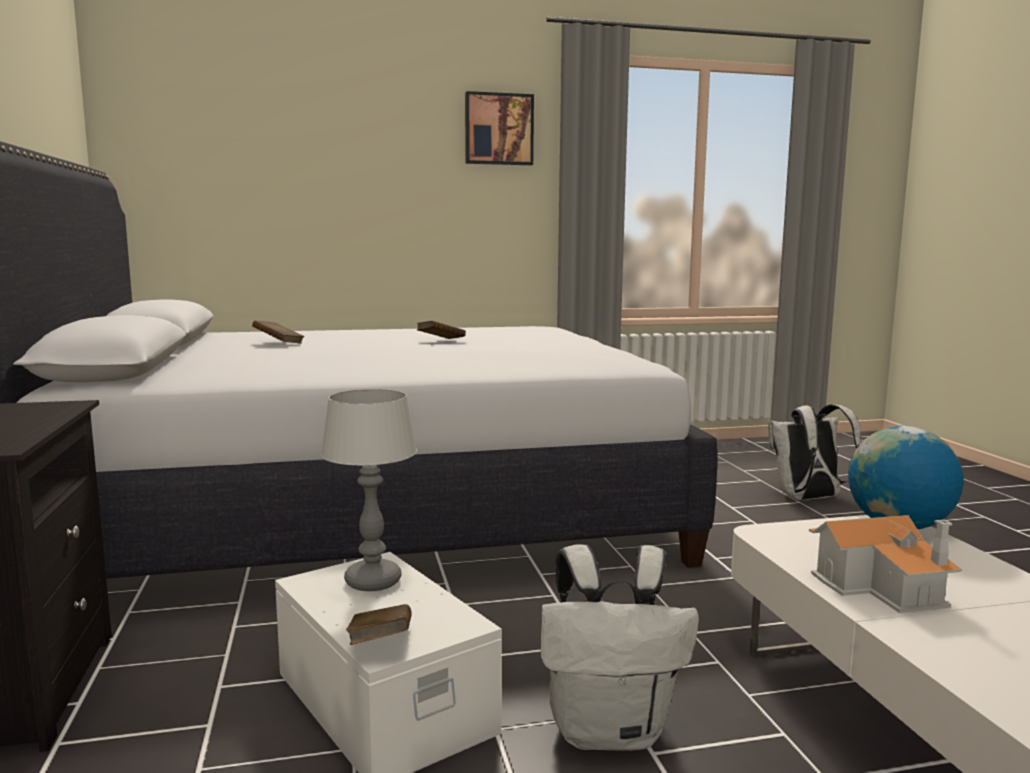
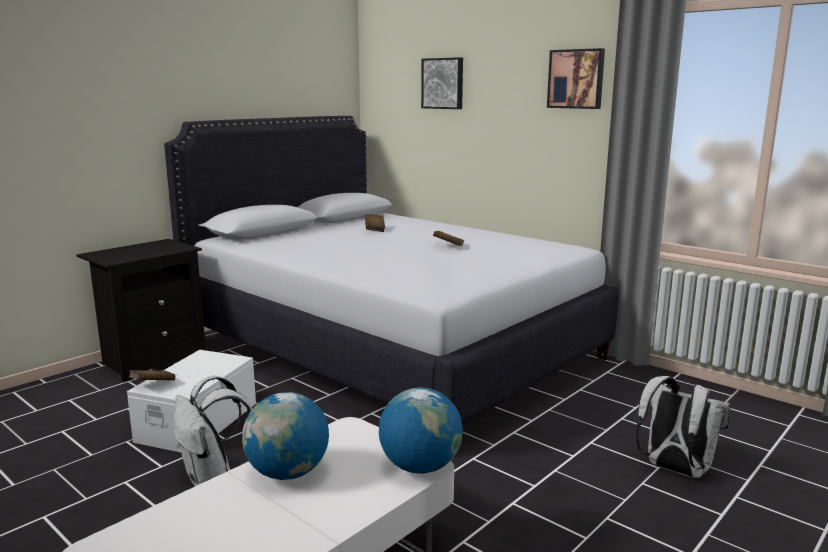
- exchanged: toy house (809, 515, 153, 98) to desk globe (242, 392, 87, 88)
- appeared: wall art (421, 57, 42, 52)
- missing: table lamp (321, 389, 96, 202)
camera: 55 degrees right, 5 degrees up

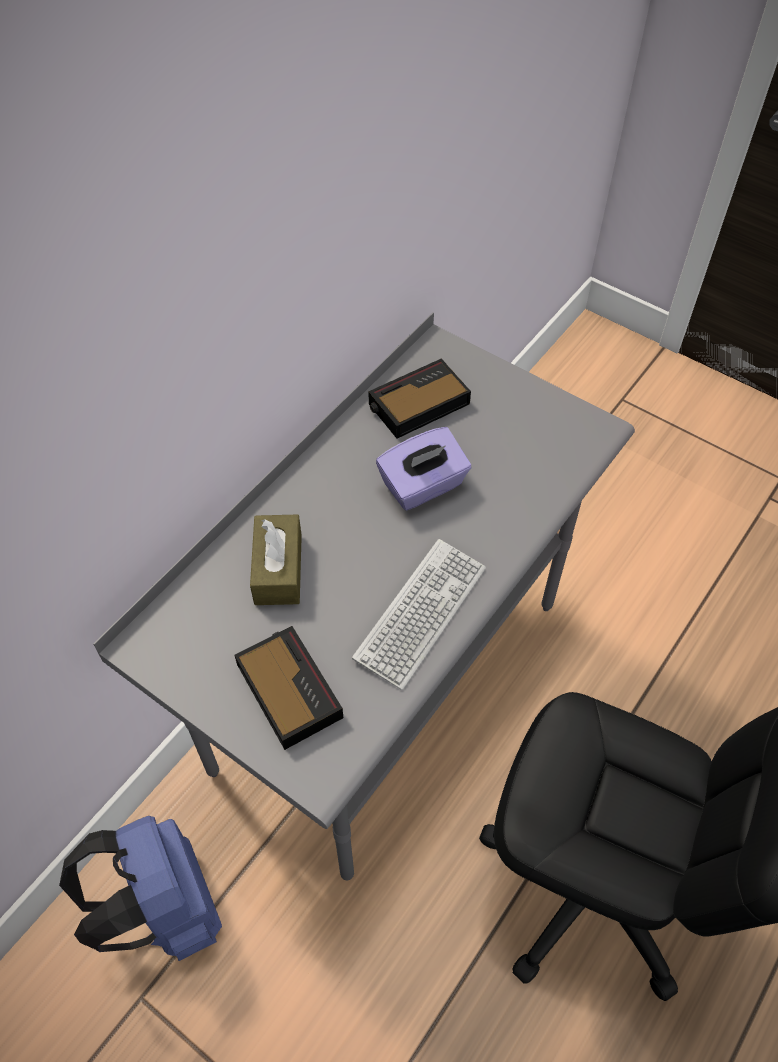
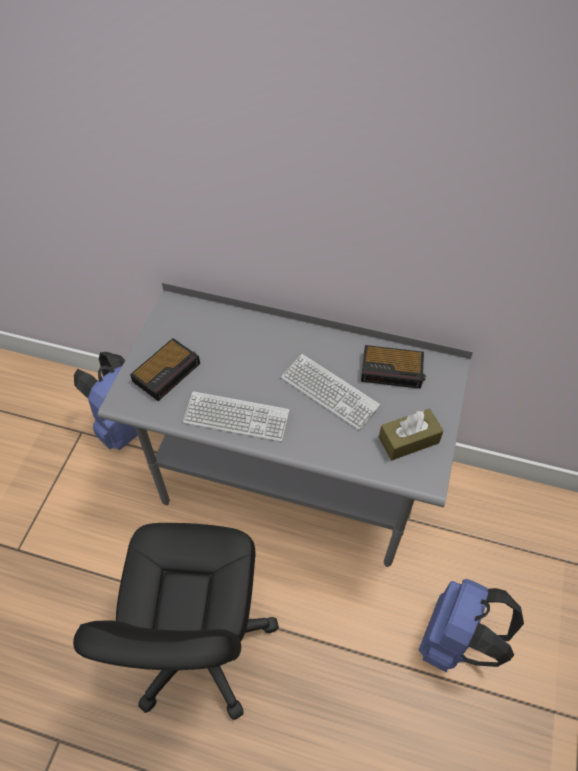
- exchanged: purplish tissue box (376, 427, 95, 83) to PC keyboard (281, 354, 99, 76)
- spun: alarm clock (368, 358, 103, 80) = (361, 345, 65, 44) 150 degrees clockwise
- relocated: brown tissue box (250, 515, 52, 90) to (379, 409, 64, 51)
- appeared: blue knapsack (419, 579, 105, 93)
camera: 70 degrees right, 0 degrees up

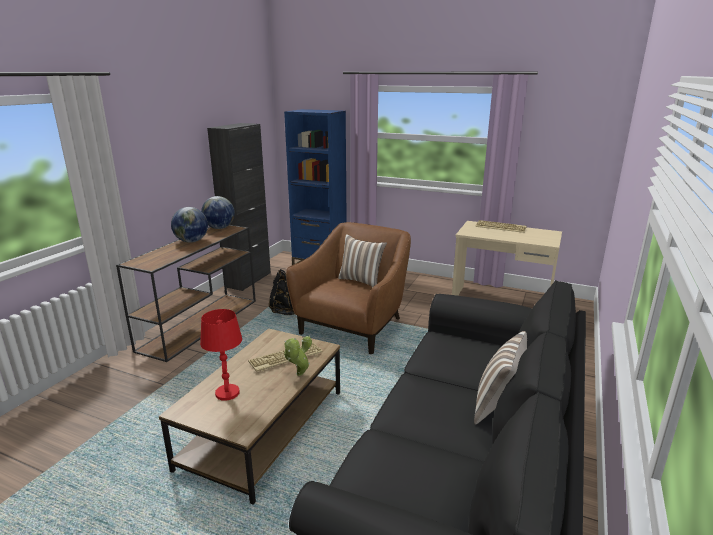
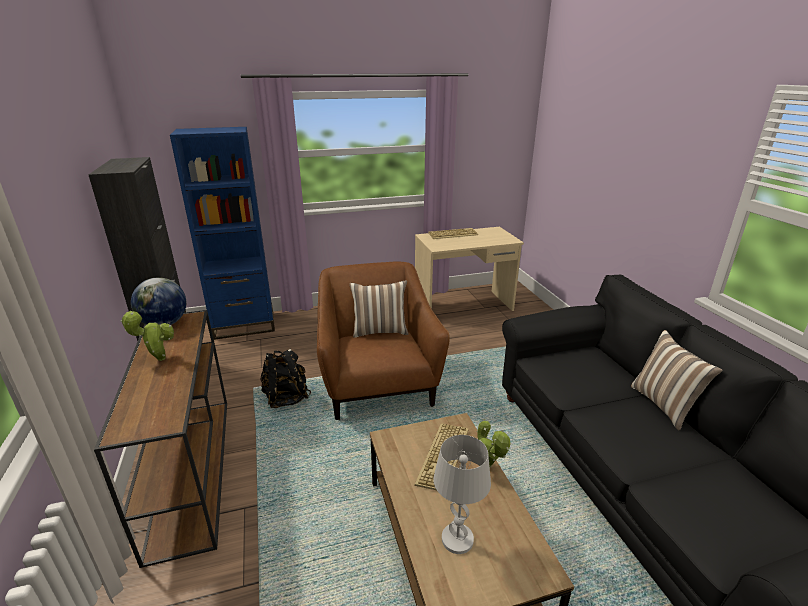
- exchanged: desk globe (171, 207, 37, 36) to potted plant (120, 311, 54, 50)
- colour: reddish table lamp (200, 309, 42, 92) to whitish table lamp (433, 435, 58, 119)
camera: 40 degrees left, 5 degrees up

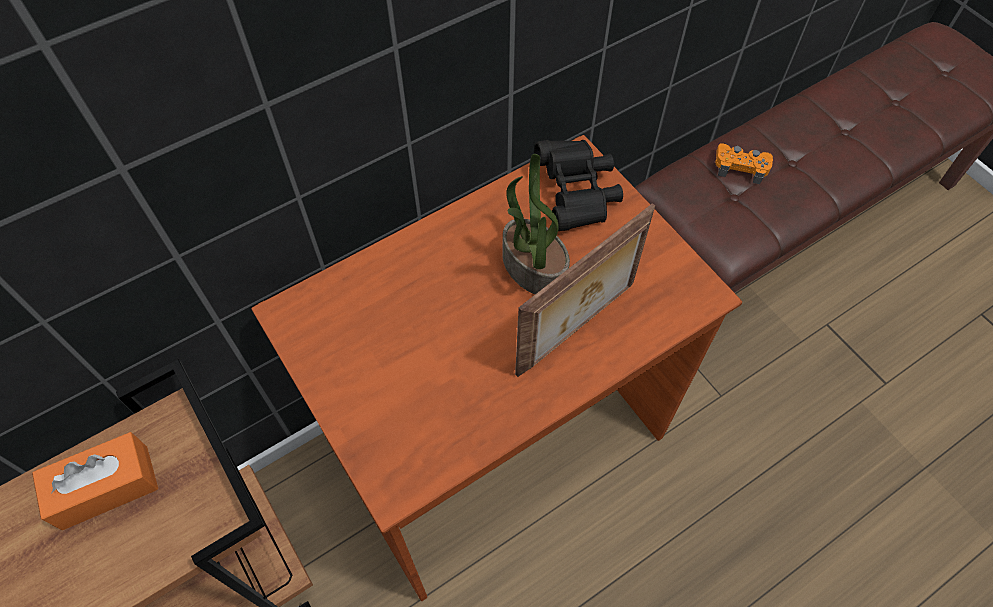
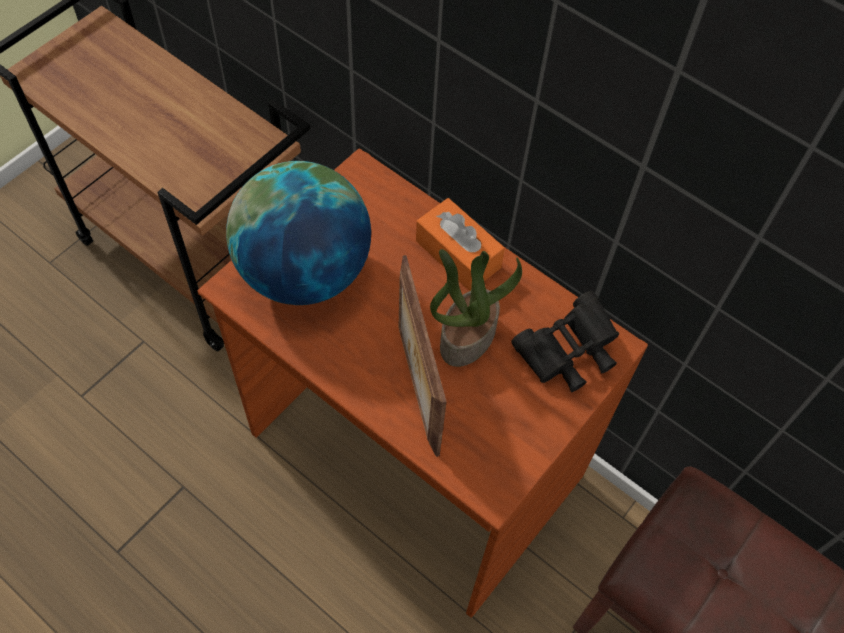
- appeared: desk globe (226, 161, 145, 144)
- spun: photo frame (515, 203, 140, 174) = (398, 255, 49, 202) 45 degrees clockwise
- relocated: orange tissue box (32, 432, 126, 98) to (416, 198, 89, 93)
- missing: orange gamepad (715, 143, 58, 41)
camera: 70 degrees right, 0 degrees up

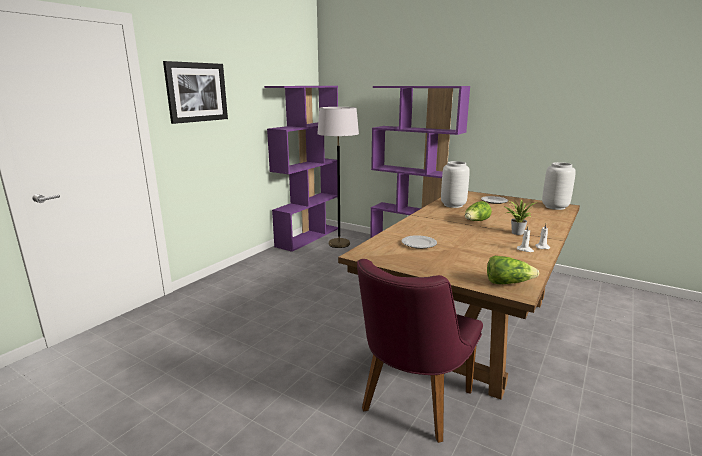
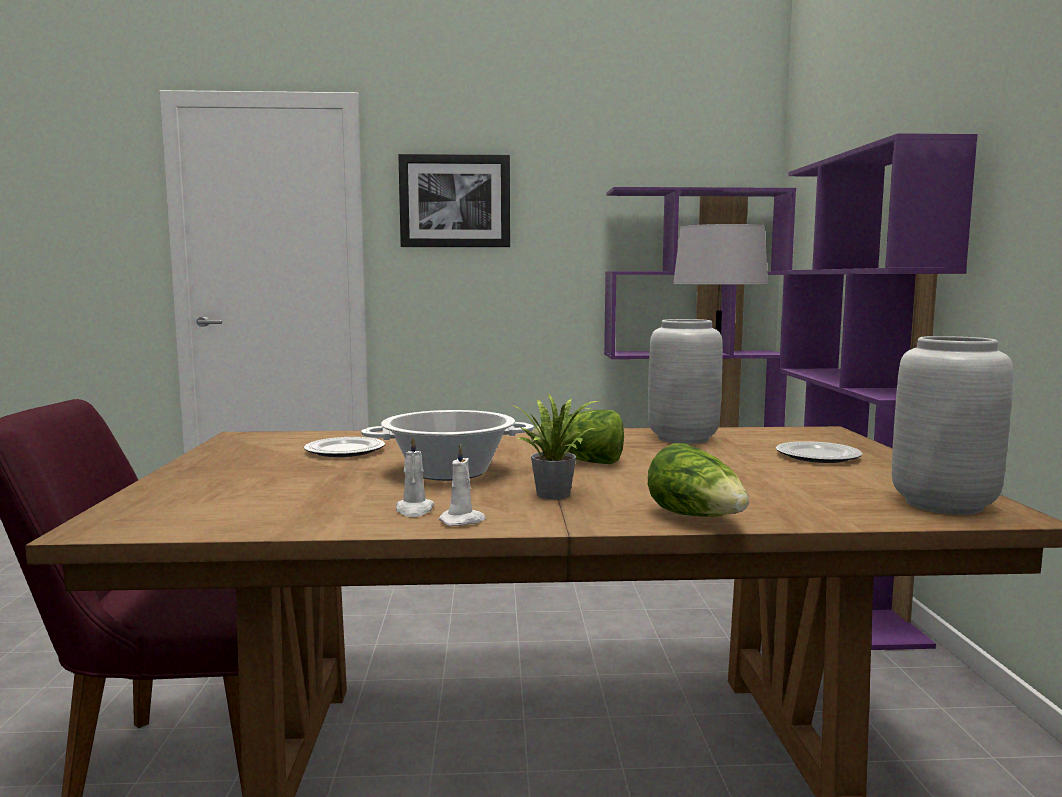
- appeared: cooking pot (361, 410, 173, 71)
- relocated: lettuce head (487, 256, 52, 28) to (648, 443, 101, 74)
camera: 55 degrees right, 10 degrees down

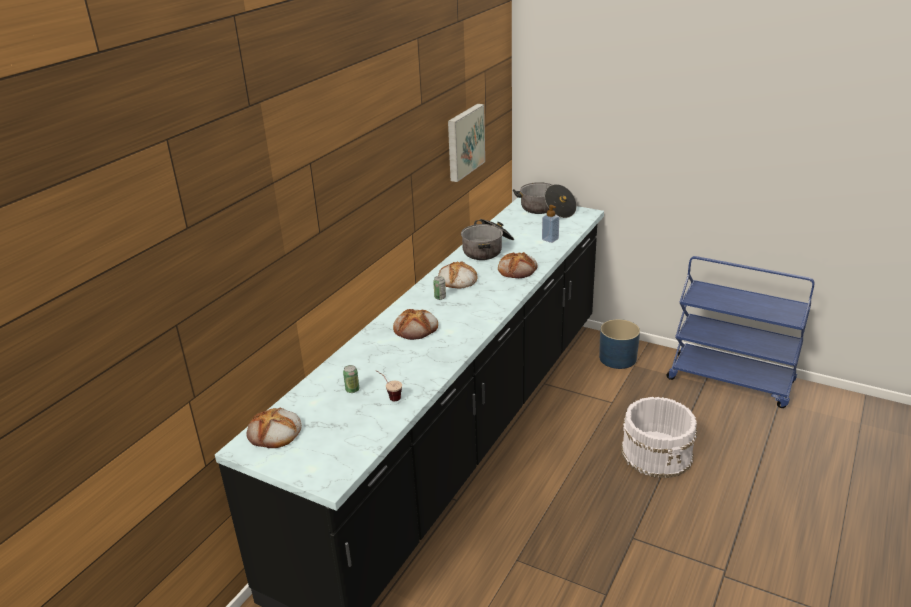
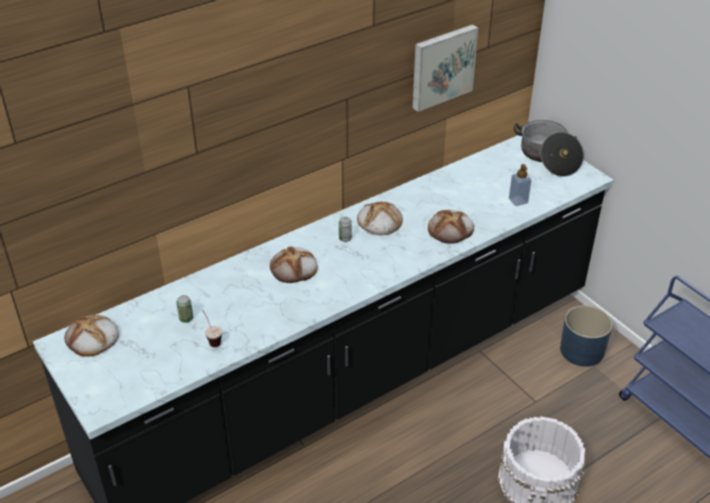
- missing: cooking pot (461, 219, 53, 41)
camera: 25 degrees right, 10 degrees up

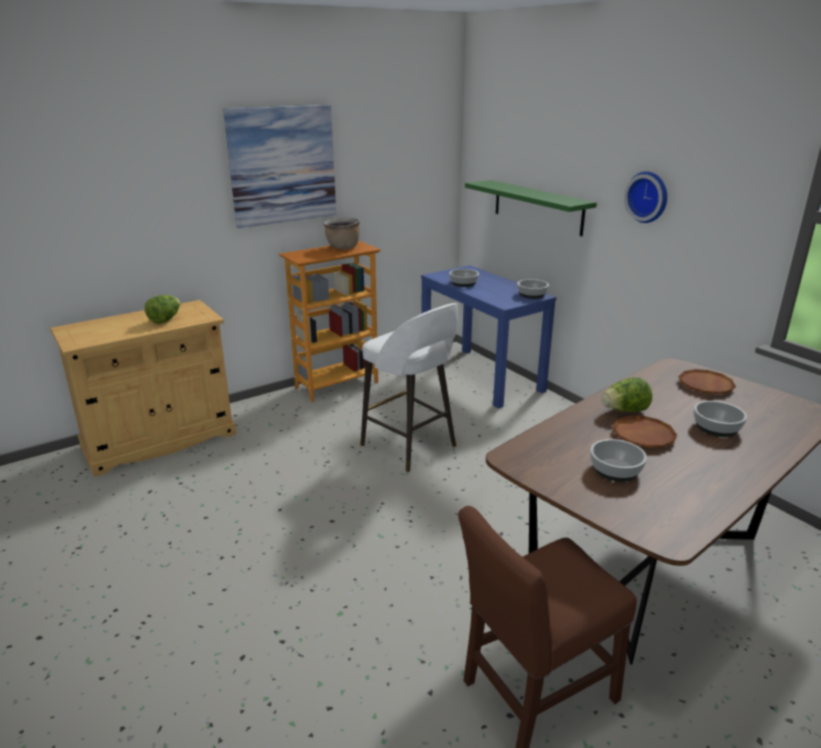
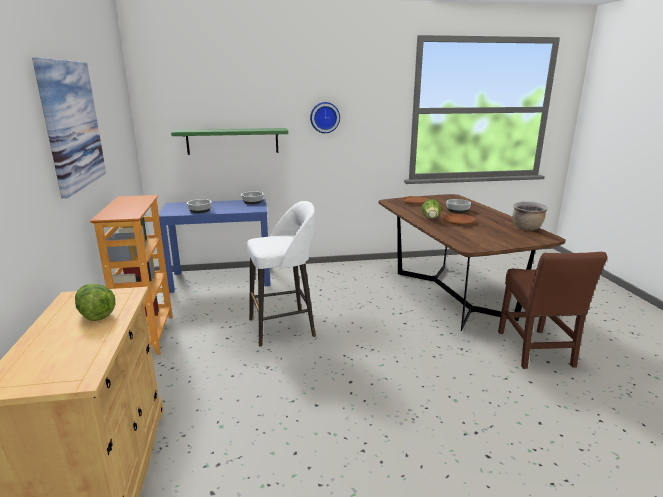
- relocated: brown cooking pot (323, 218, 37, 31) to (513, 202, 35, 28)
- missing: bowl (590, 439, 57, 43)
camera: 65 degrees left, 5 degrees down

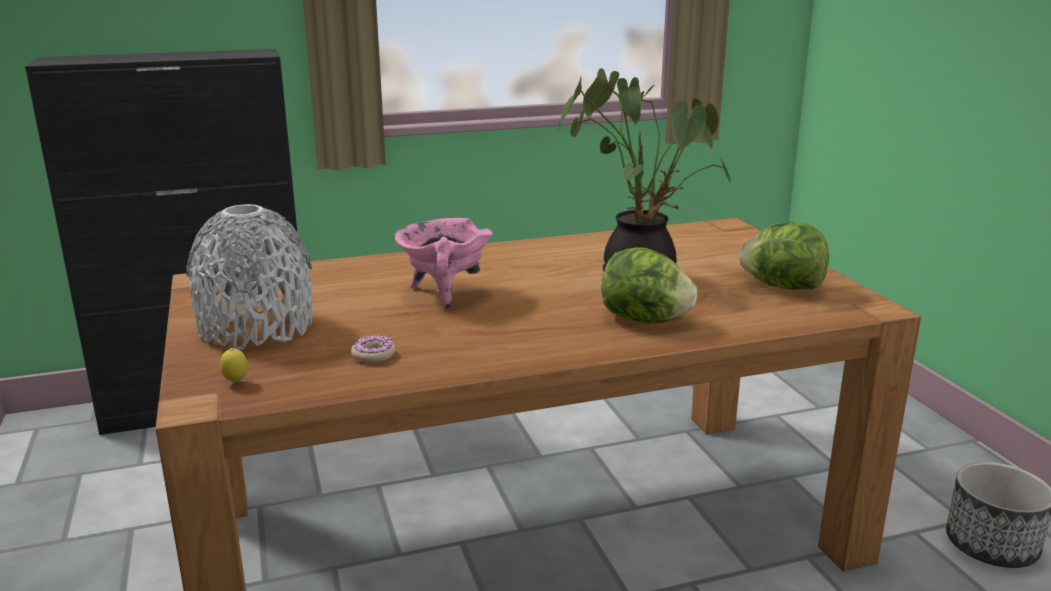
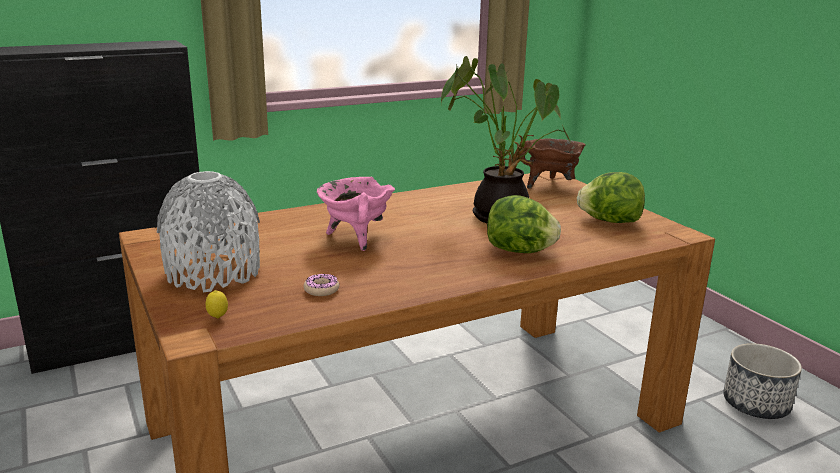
- appeared: brown cooking pot (520, 138, 66, 51)
camera: 10 degrees left, 0 degrees up

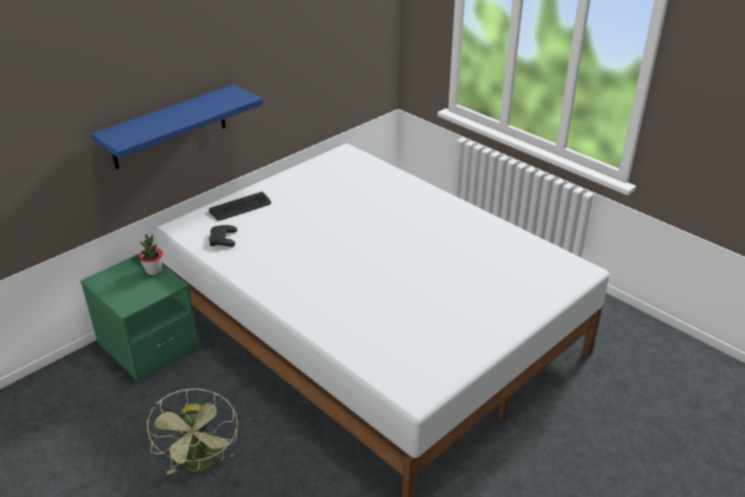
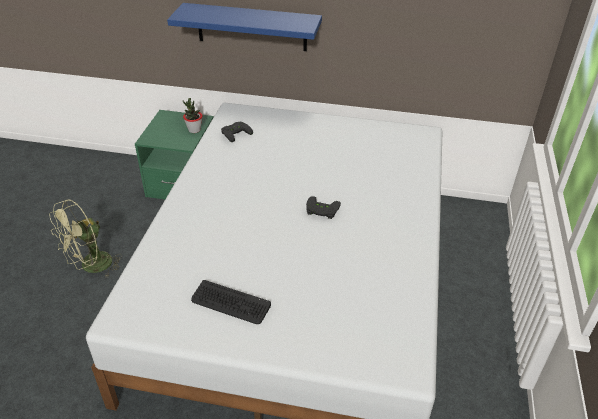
- relocated: PC keyboard (209, 192, 62, 29) to (191, 280, 80, 44)
- appeared: black gamepad (306, 196, 35, 23)
camera: 55 degrees right, 5 degrees up

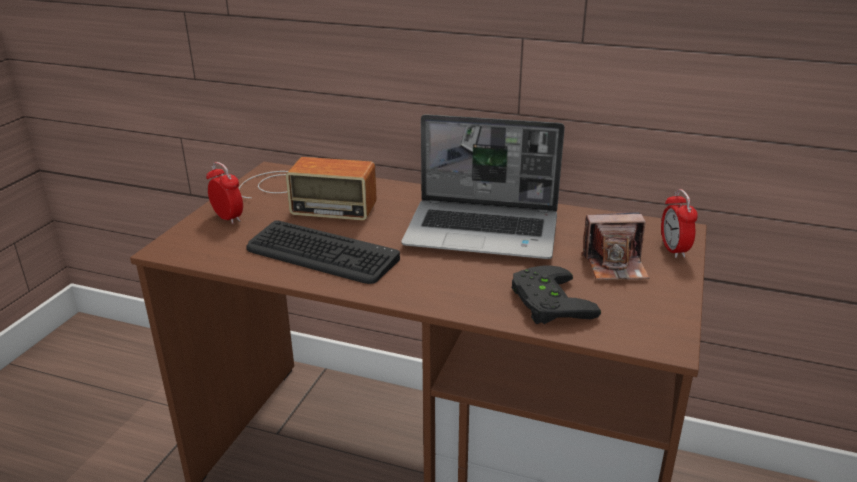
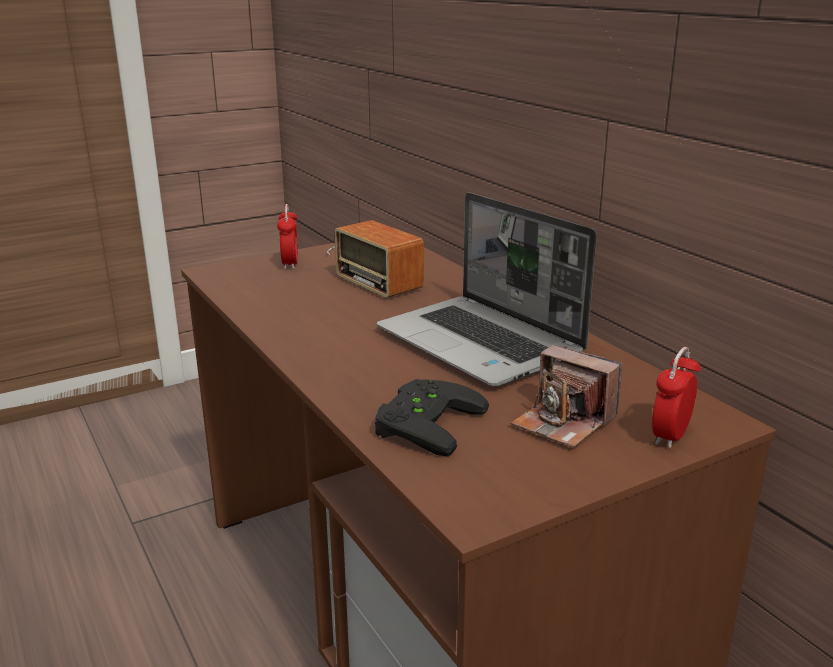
- missing: PC keyboard (246, 220, 154, 64)
camera: 40 degrees right, 5 degrees down

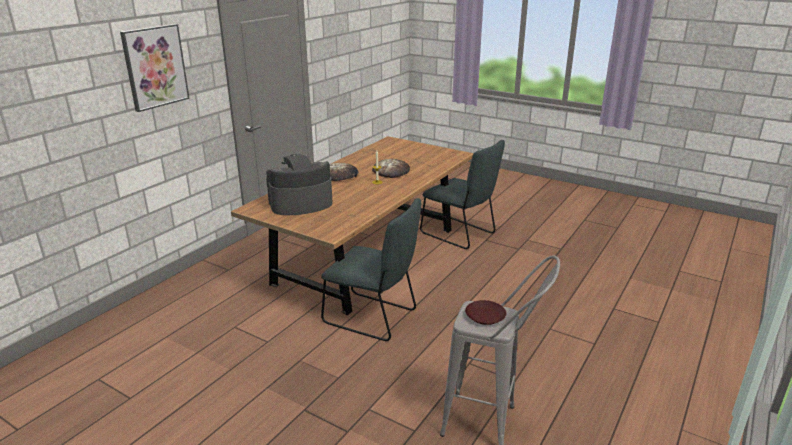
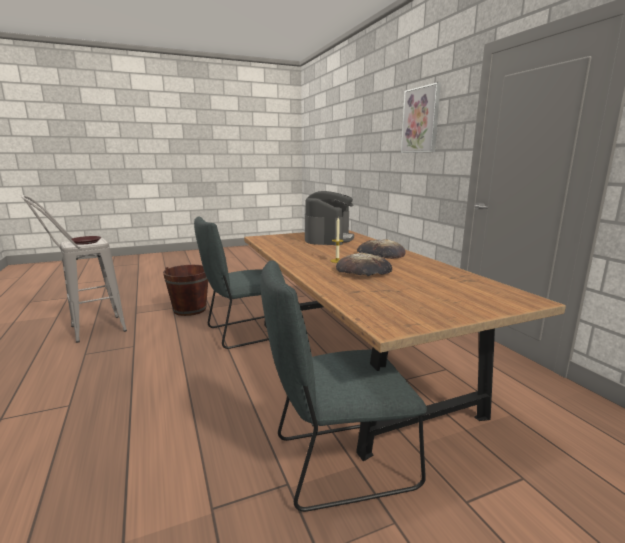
- appeared: brown water bucket (163, 265, 45, 51)
camera: 125 degrees right, 10 degrees down

